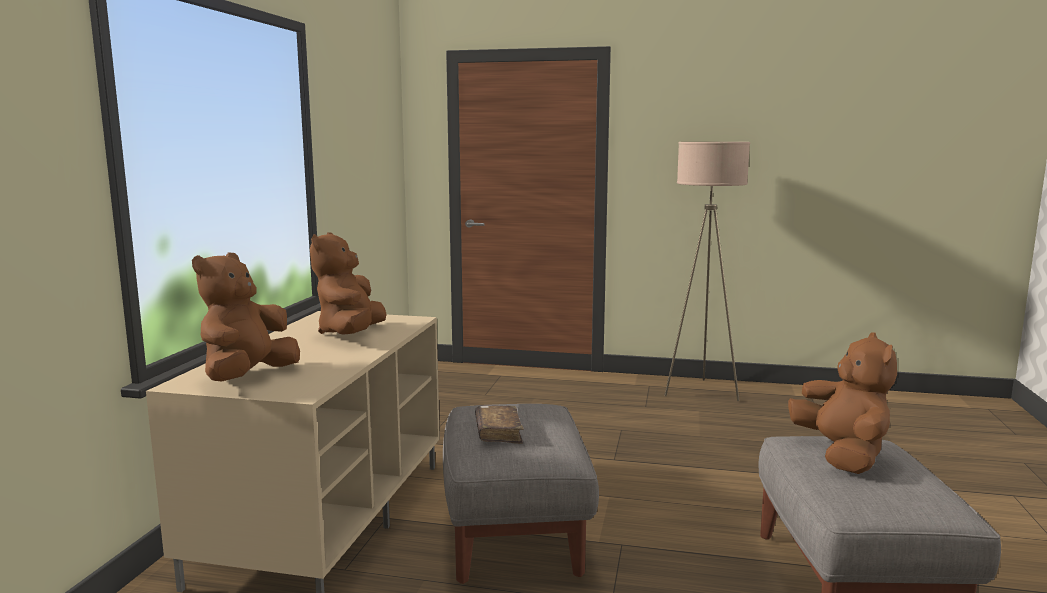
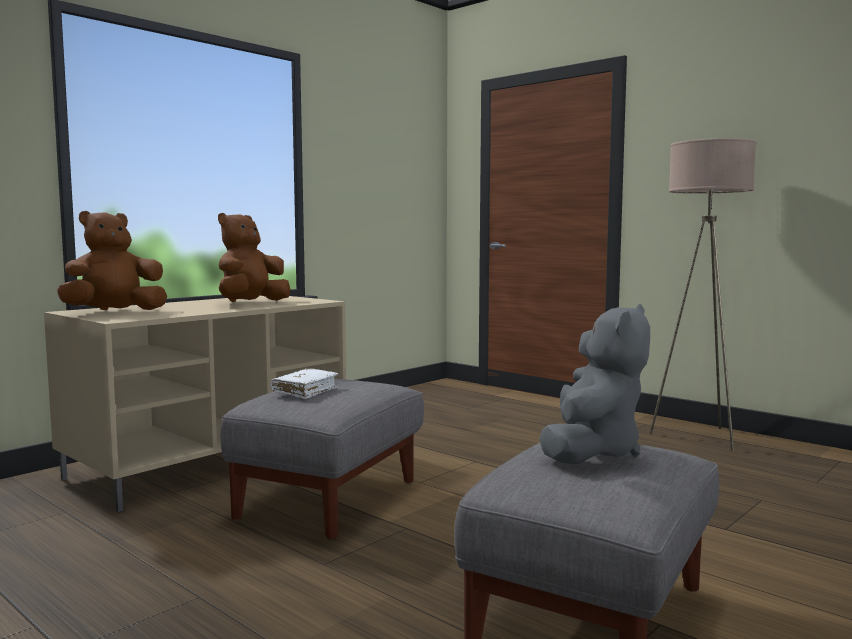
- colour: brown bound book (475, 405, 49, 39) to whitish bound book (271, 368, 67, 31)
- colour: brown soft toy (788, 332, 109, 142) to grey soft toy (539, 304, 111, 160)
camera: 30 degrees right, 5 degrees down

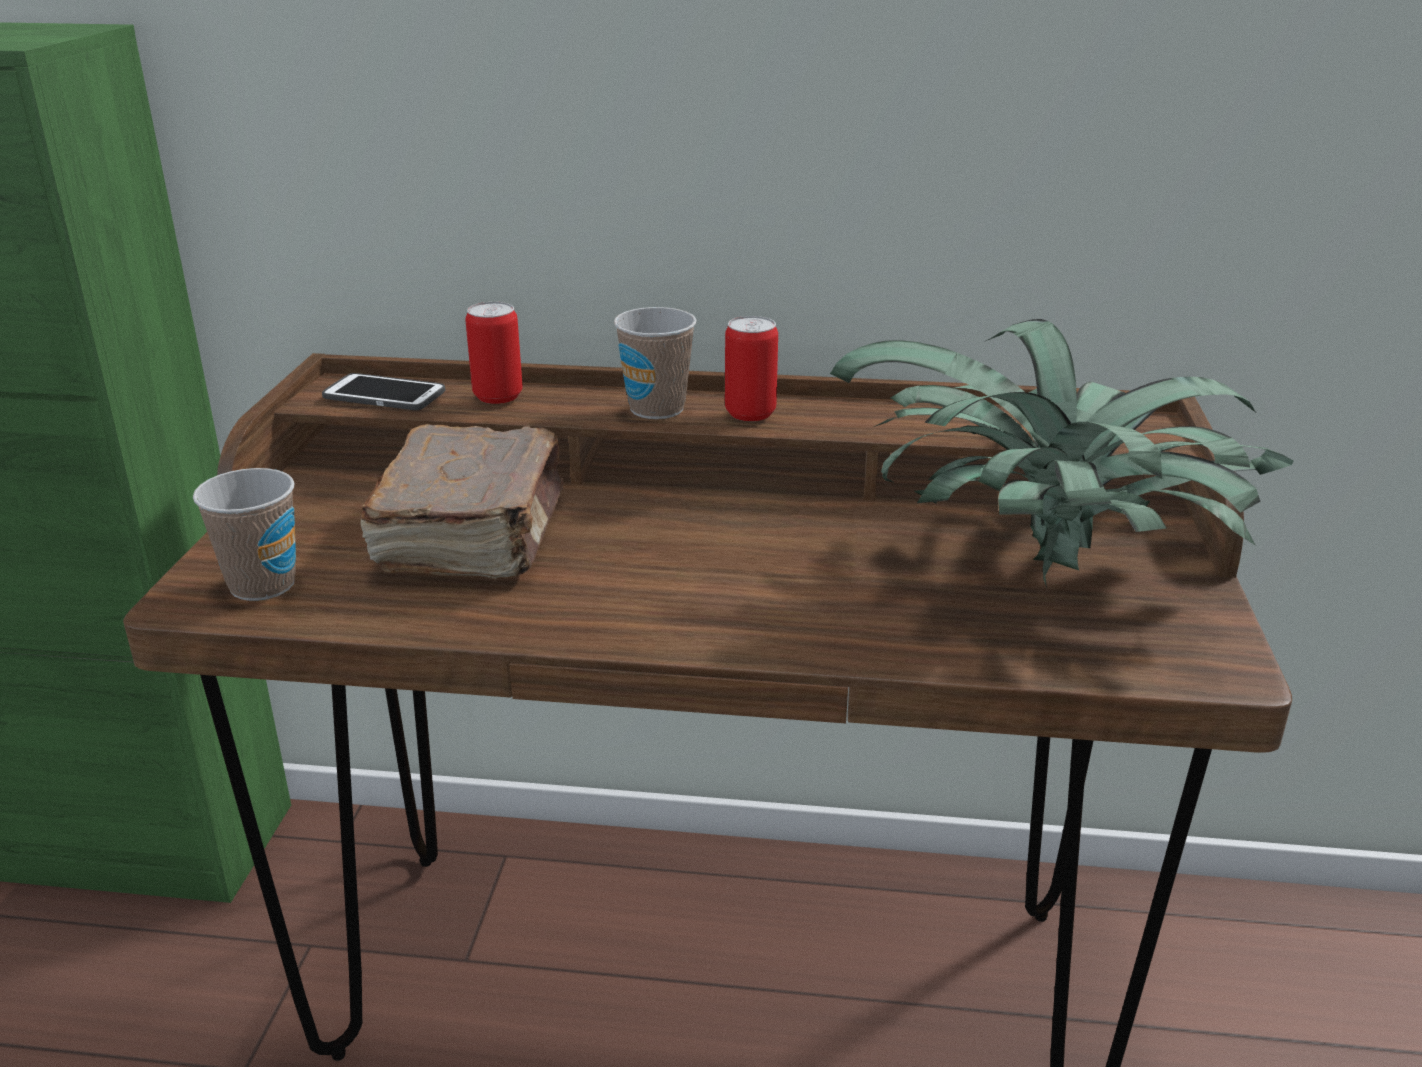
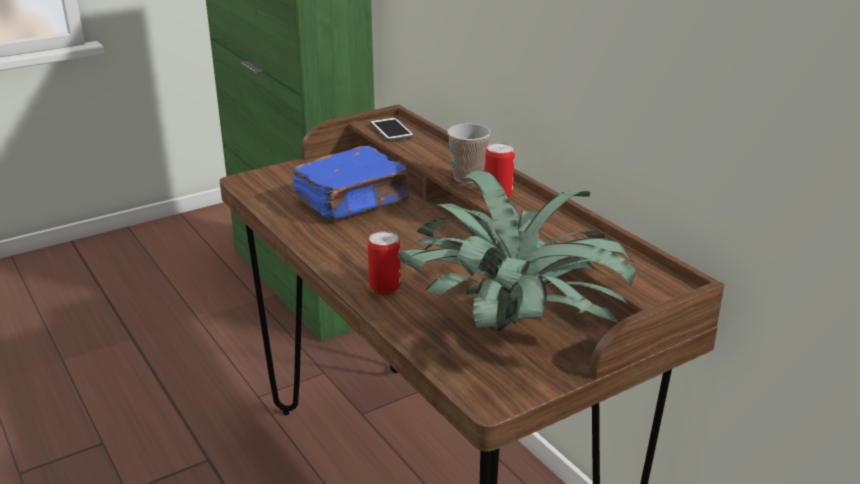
- colour: brown bound book (360, 424, 204, 156) to blue bound book (292, 146, 119, 74)
- relocated: can (466, 302, 57, 102) to (368, 231, 33, 64)
- missing: cup (193, 468, 103, 133)
camera: 50 degrees right, 0 degrees up

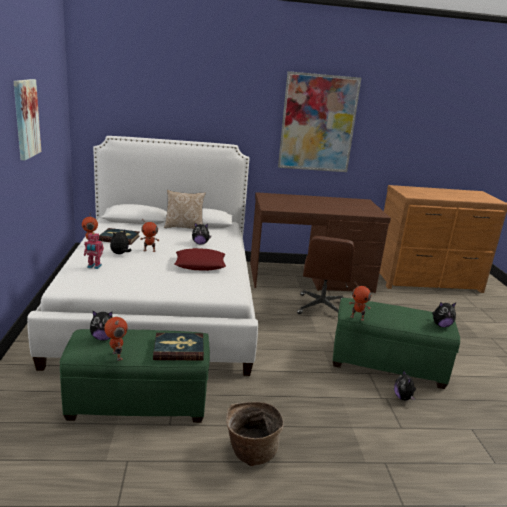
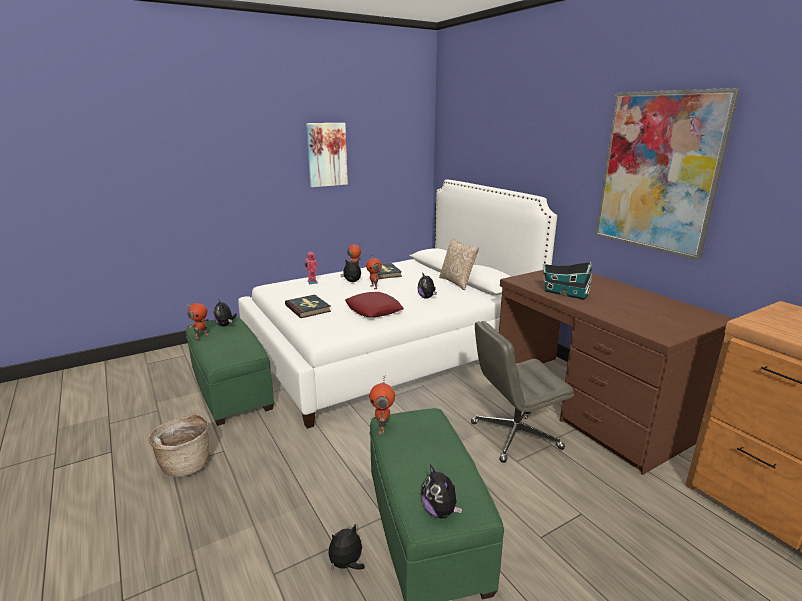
- relocated: bound book (153, 333, 51, 28) to (285, 295, 46, 23)
- colour: brown computer chair (297, 236, 57, 78) to grey computer chair (471, 321, 103, 142)
- appeared: toy house (543, 262, 49, 38)
camera: 65 degrees right, 0 degrees up

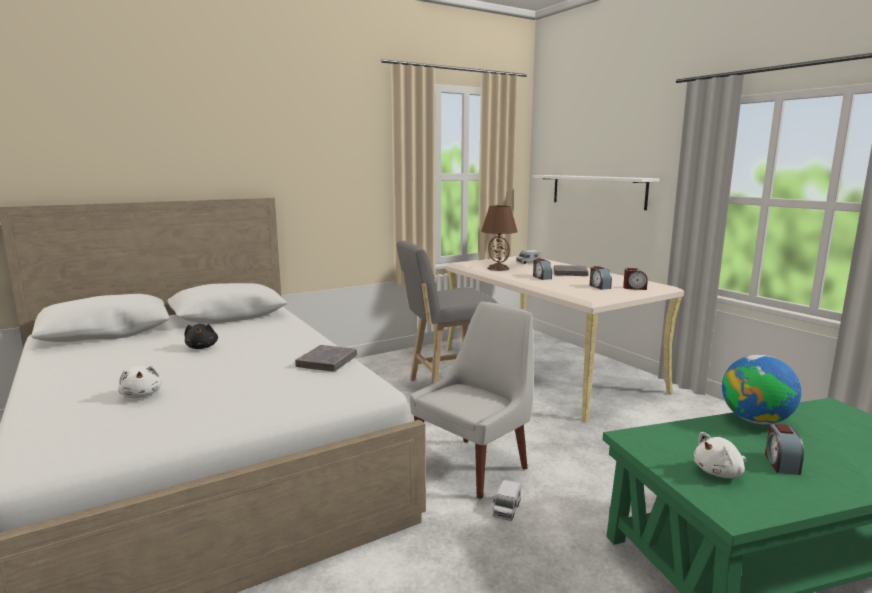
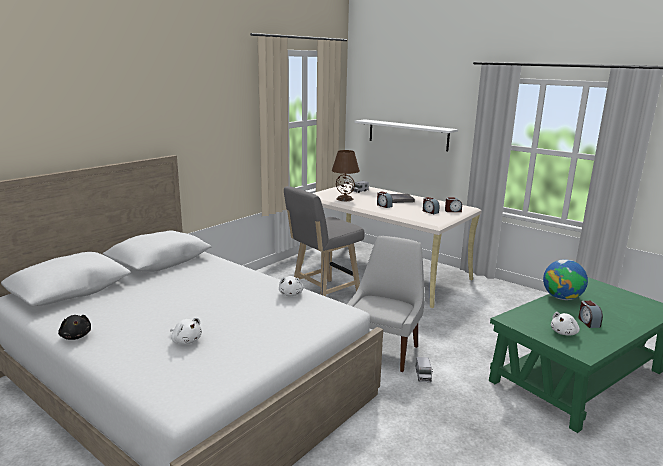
- relocated: black soft toy (184, 324, 34, 25) to (58, 315, 33, 25)
- exchanged: grey bound book (295, 345, 62, 27) to whitish soft toy (279, 276, 25, 20)
camera: 20 degrees left, 5 degrees up

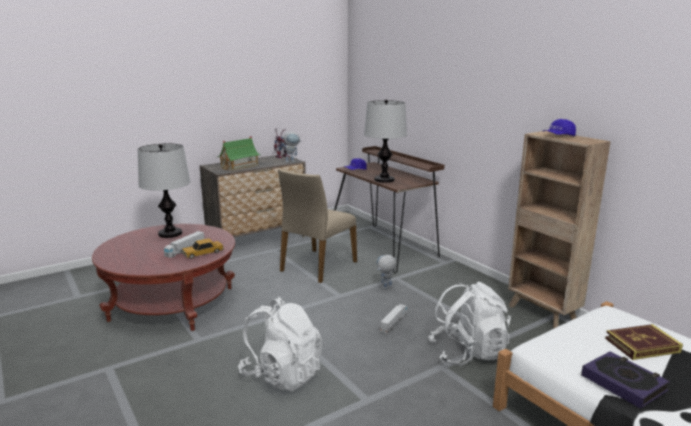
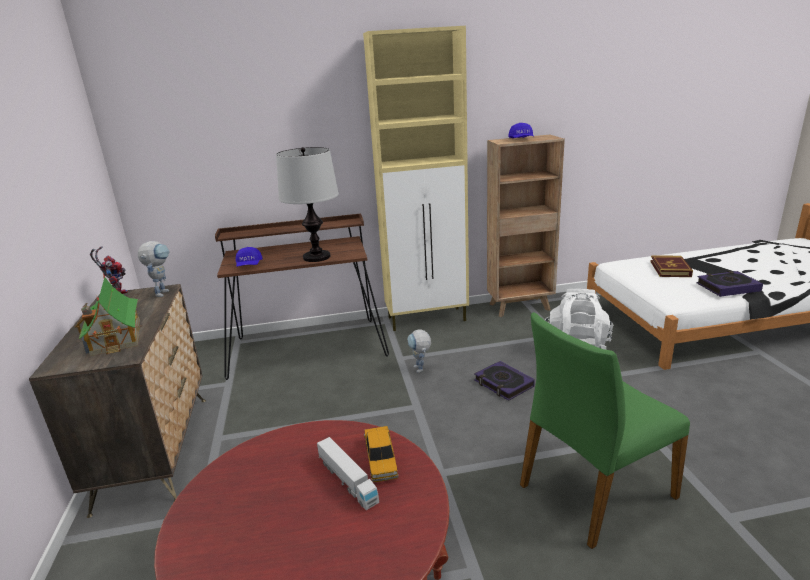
- appeared: beige storage cabinet (363, 26, 106, 305)
- exchanged: toy truck (380, 304, 27, 30) to bound book (474, 361, 61, 40)
- exchanged: whitish knapsack (238, 297, 84, 94) to greenish plain chair (520, 312, 170, 237)
- missing: table lamp (138, 143, 52, 95)
- missing: beige plain chair (278, 168, 79, 115)
camera: 65 degrees left, 5 degrees up

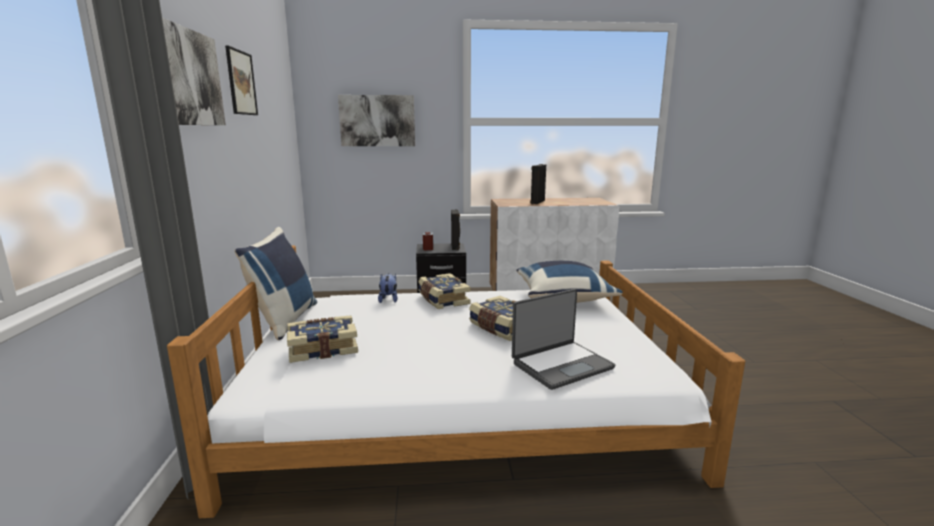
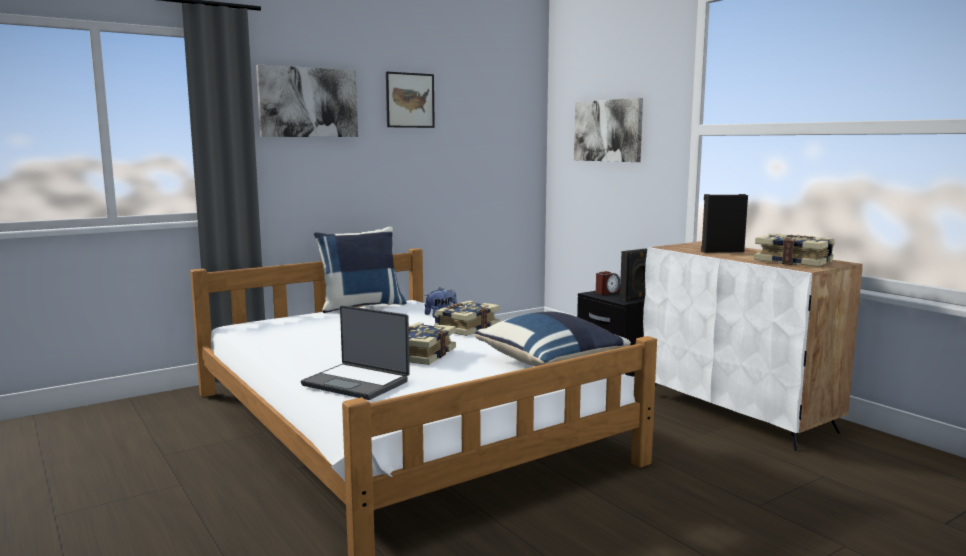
- relocated: bound book (287, 316, 71, 47) to (754, 234, 81, 33)
camera: 60 degrees right, 5 degrees down

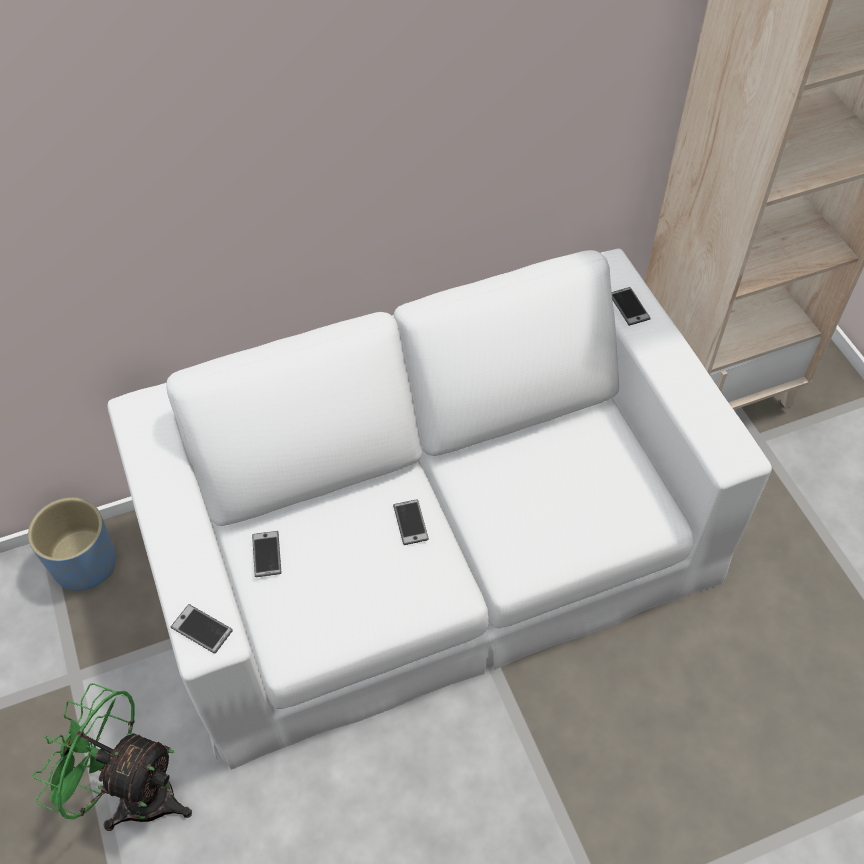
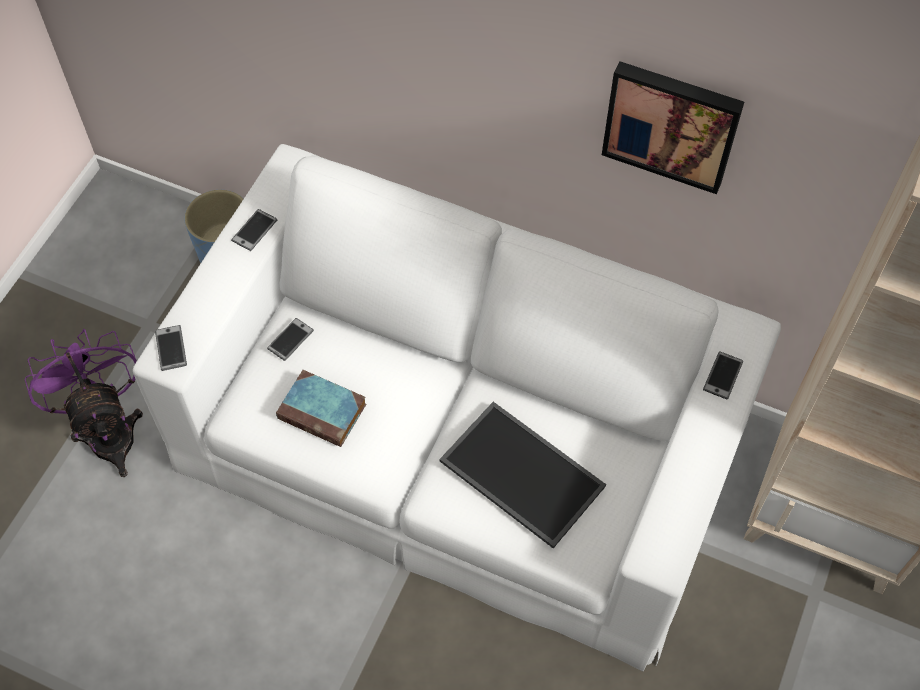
- colour: greenish fan (33, 683, 159, 148) to purplish fan (24, 329, 119, 148)
- relocated: phone (393, 499, 36, 46) to (231, 209, 46, 42)
- appeared: bound book (276, 370, 90, 77)
- appeared: serving tray (439, 402, 167, 146)
- appeared: wall art (602, 61, 142, 133)
camera: 45 degrees right, 5 degrees up

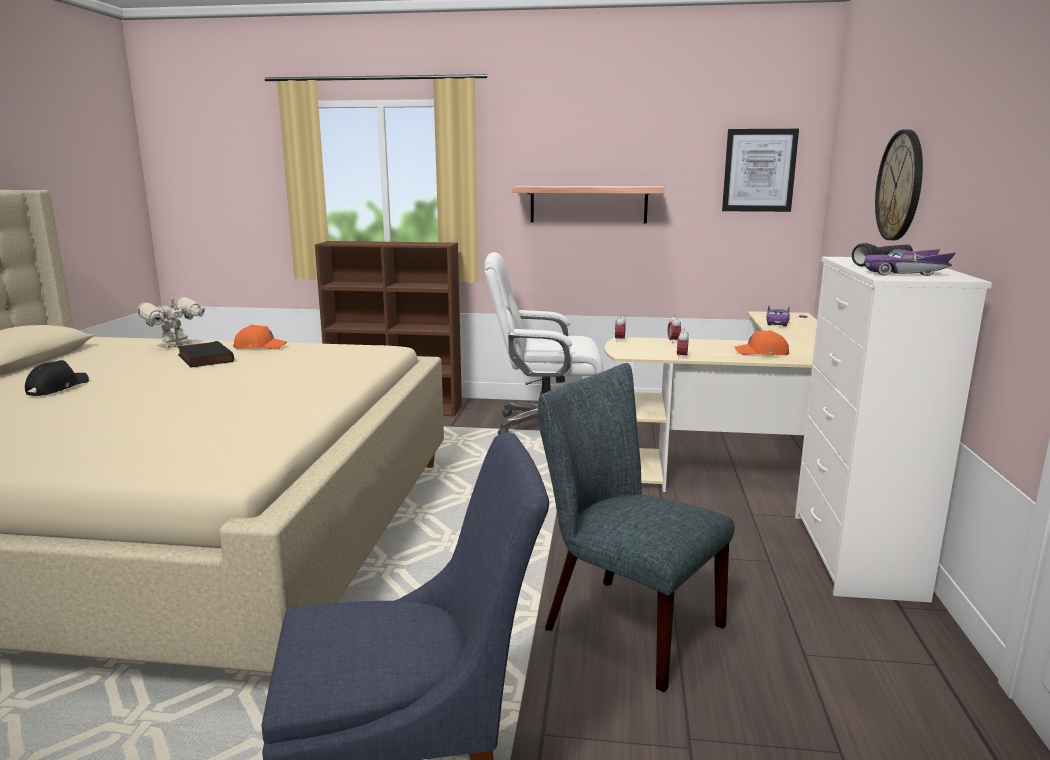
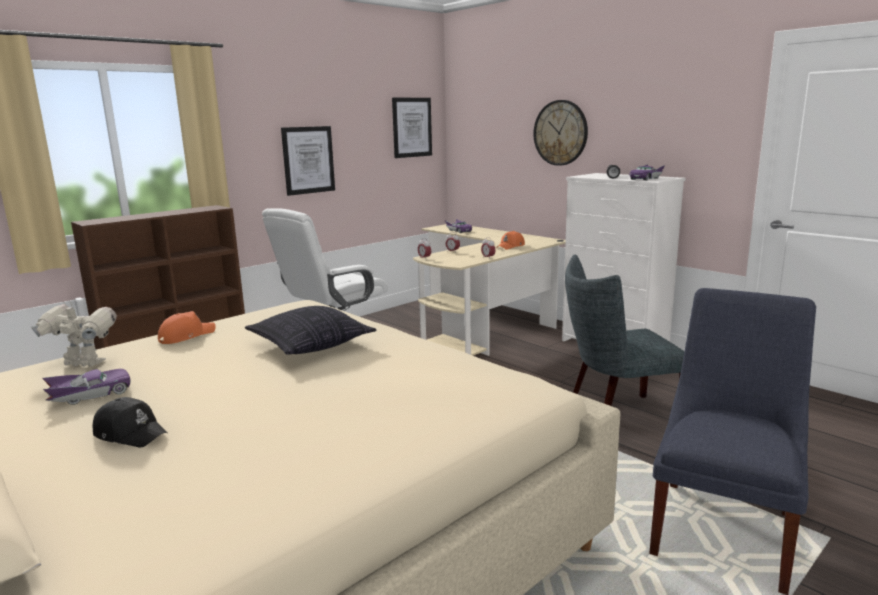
- spun: robot figure (137, 295, 68, 53) = (31, 301, 86, 66) 120 degrees clockwise
- appeared: purplish model car (42, 369, 89, 36)
- spun: black cap (25, 360, 64, 36) = (93, 397, 75, 51) 150 degrees clockwise
- appeared: pillow (245, 306, 131, 49)
- exchanged: shelf (512, 186, 152, 38) to wall art (281, 126, 54, 70)
- missing: black bound book (177, 341, 57, 26)
camera: 50 degrees left, 0 degrees up

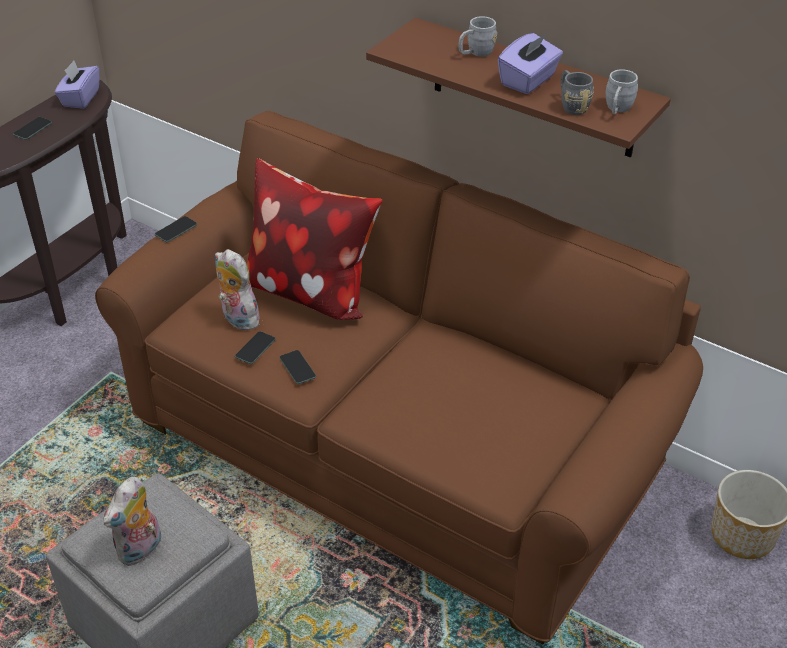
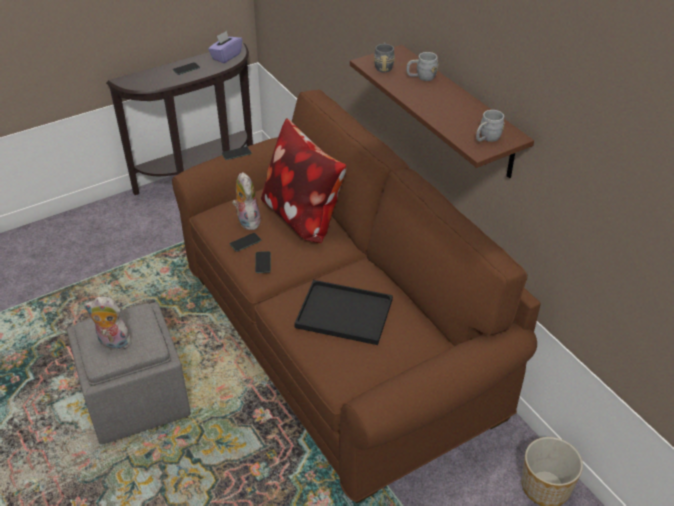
- spun: soft toy (103, 477, 59, 89) = (84, 297, 50, 56) 45 degrees clockwise
- appeared: black serving tray (294, 280, 99, 65)
- relocated: grey coffee mug (561, 70, 33, 45) to (374, 42, 21, 30)
- missing: purplish tissue box (498, 33, 65, 61)
camera: 25 degrees right, 0 degrees up

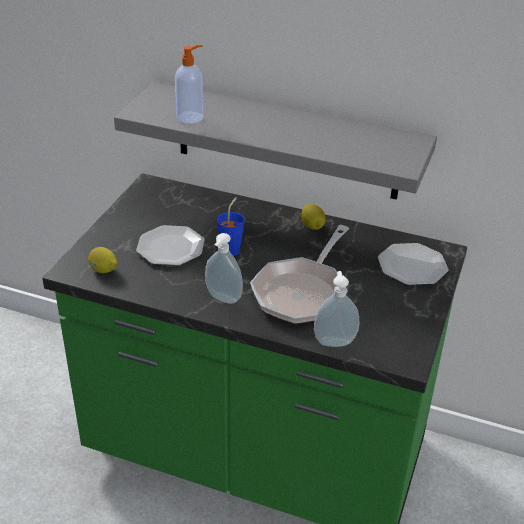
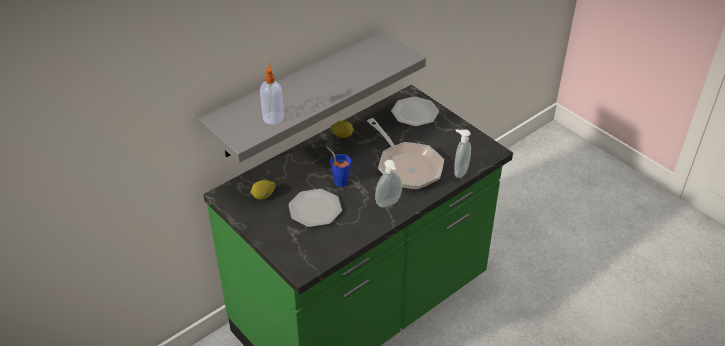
- relocated: lemon (88, 247, 29, 26) to (250, 180, 26, 20)
camera: 60 degrees left, 5 degrees up

